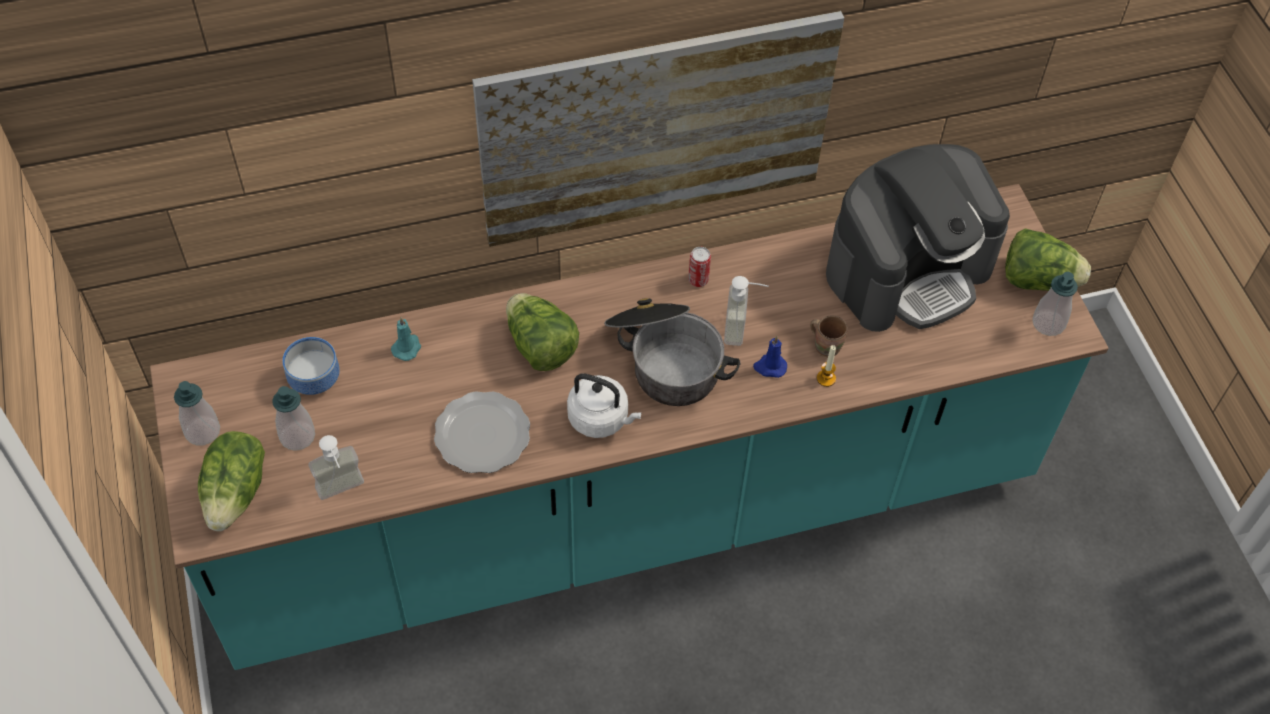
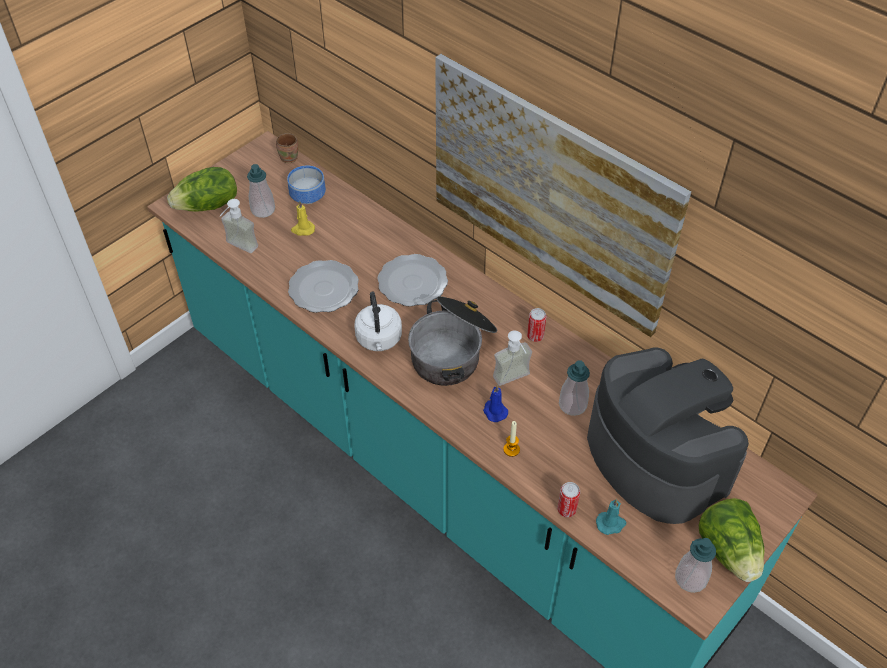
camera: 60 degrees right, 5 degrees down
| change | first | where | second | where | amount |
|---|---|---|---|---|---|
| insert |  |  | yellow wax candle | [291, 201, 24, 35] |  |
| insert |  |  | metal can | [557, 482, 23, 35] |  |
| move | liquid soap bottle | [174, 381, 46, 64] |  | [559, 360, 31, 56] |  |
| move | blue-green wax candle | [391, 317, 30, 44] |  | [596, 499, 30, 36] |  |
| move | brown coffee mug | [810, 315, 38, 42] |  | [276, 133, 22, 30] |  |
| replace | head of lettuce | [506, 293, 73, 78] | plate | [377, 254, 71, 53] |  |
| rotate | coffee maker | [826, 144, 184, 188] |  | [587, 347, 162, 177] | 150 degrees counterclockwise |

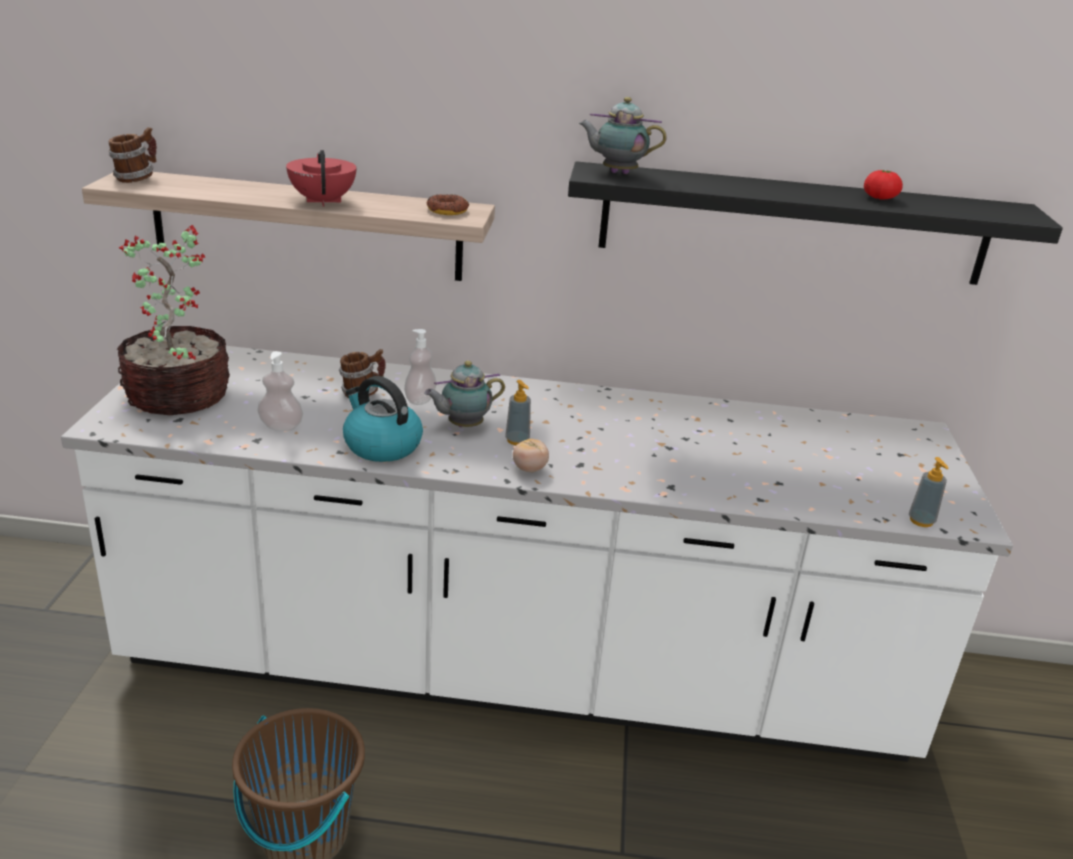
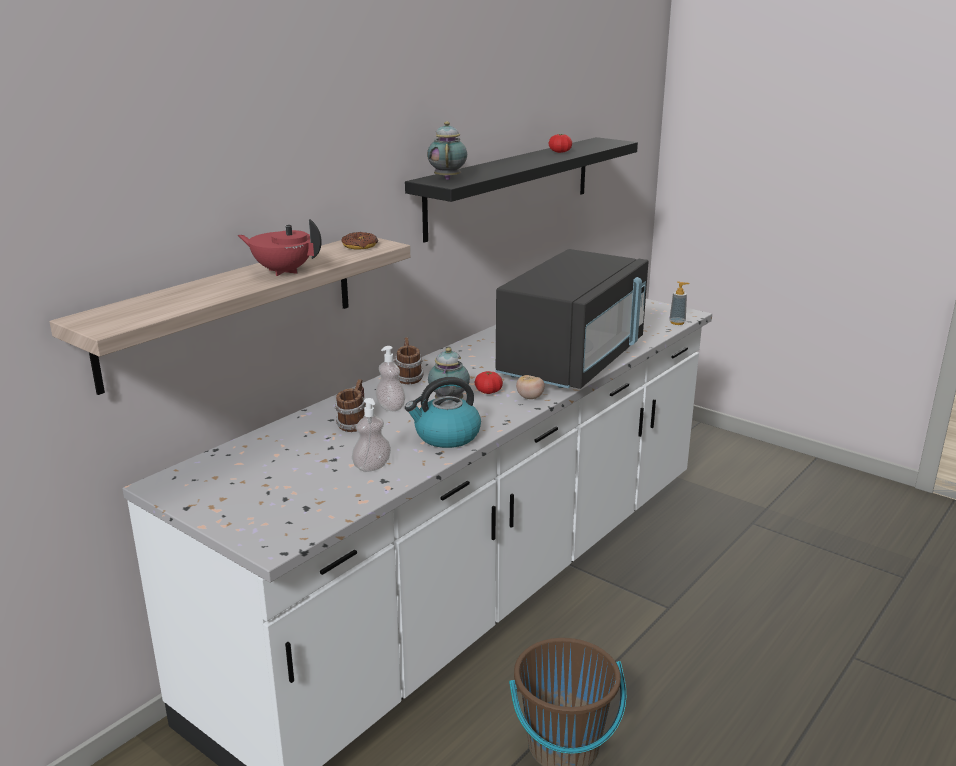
camera: 55 degrees left, 5 degrees down
| change | first | where | second | where | amount |
|---|---|---|---|---|---|
| delete | houseplant | [117, 225, 113, 190] |  |  |  |
| insert |  |  | blackish kitchen microwave | [495, 249, 154, 140] |  |
| move | coffee mug | [108, 127, 49, 56] |  | [394, 337, 30, 47] |  |
| replace | liquid soap bottle | [505, 380, 26, 65] | tomato | [475, 371, 28, 23] |  |
| rotate | pot for tea | [579, 97, 88, 77] |  | [427, 121, 40, 59] | 135 degrees clockwise |

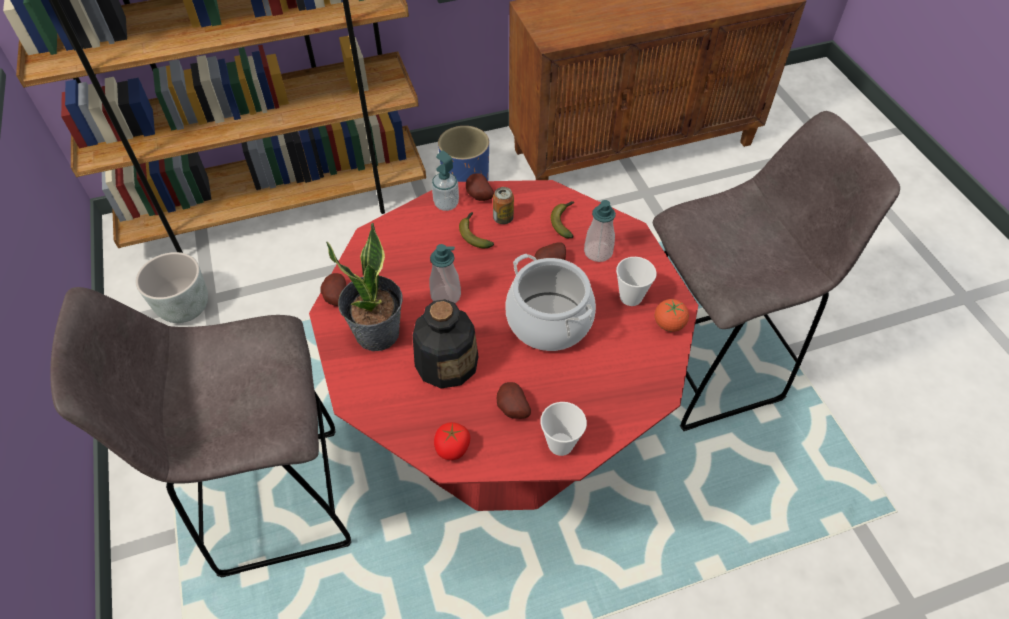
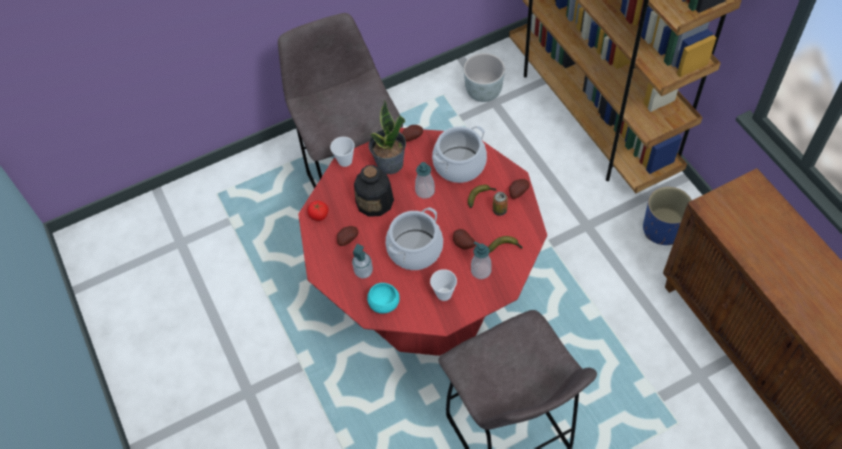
camera: 85 degrees right, 5 degrees up
| change | first | where | second | where | amount |
|---|---|---|---|---|---|
| delete | tomato | [655, 299, 34, 33] |  |  |  |
| insert |  |  | blue-green serving bowl | [367, 283, 33, 30] |  |
| insert |  |  | saucepot | [432, 126, 55, 57] |  |
| move | liquid soap bottle | [432, 151, 27, 60] |  | [352, 244, 21, 35] |  |
| move | small cup | [540, 402, 47, 54] |  | [330, 137, 25, 30] |  |

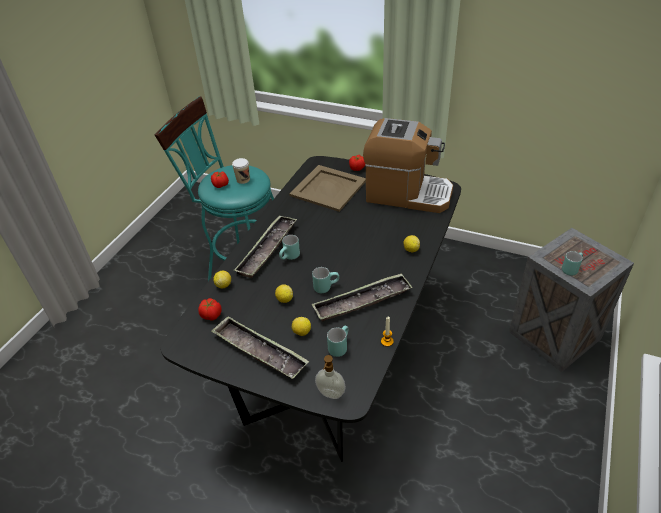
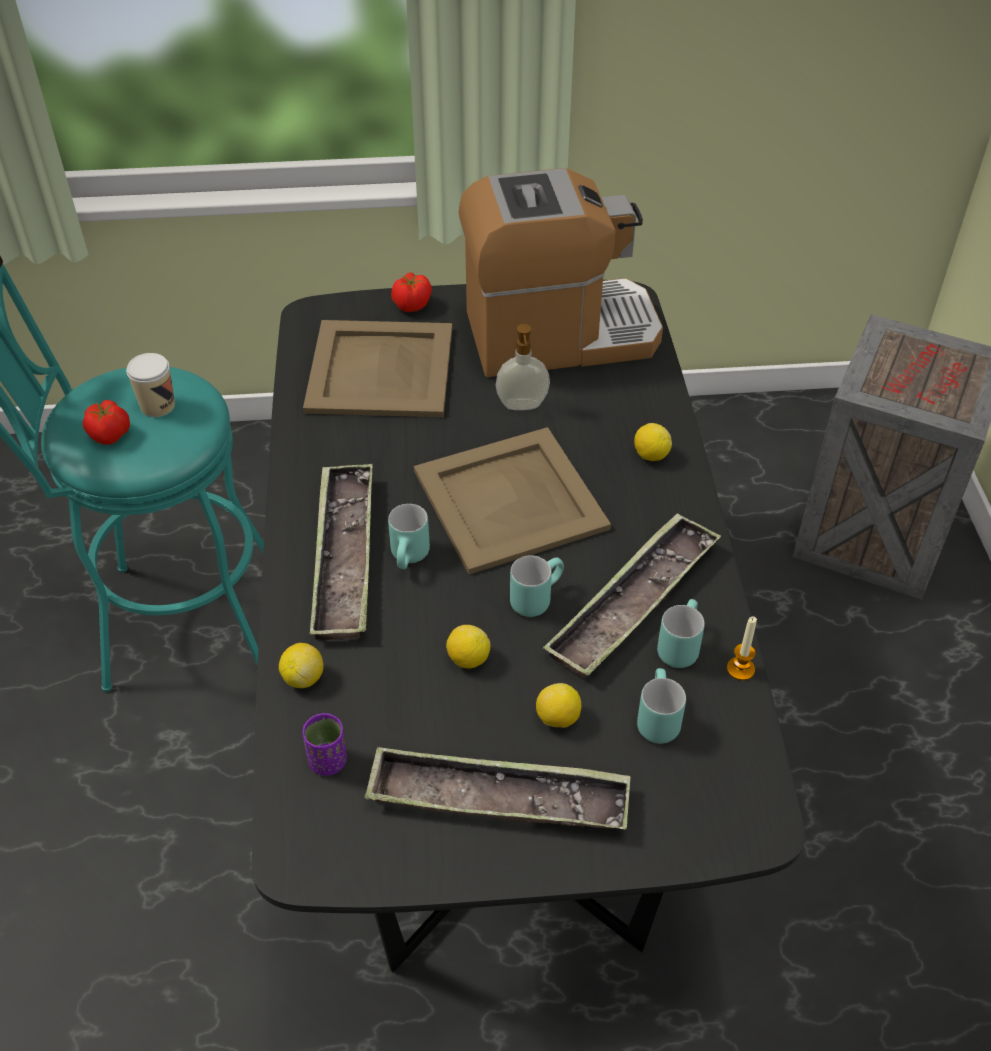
camera: 30 degrees left, 5 degrees up
| change | first | where | second | where | amount |
|---|---|---|---|---|---|
| insert |  |  | beige serving tray | [414, 427, 197, 148] |  |
| move | liquid soap bottle | [315, 355, 31, 44] |  | [496, 324, 54, 86] |  |
| move | blue-green coffee mug | [562, 251, 21, 25] |  | [657, 599, 48, 69] |  |
| replace | tomato | [198, 298, 24, 22] | purplish small cup | [303, 713, 44, 63] |  |

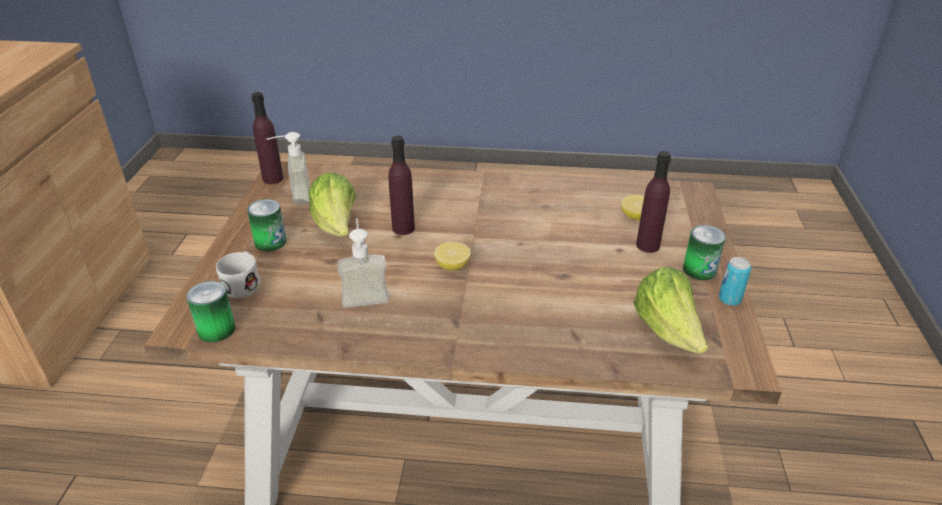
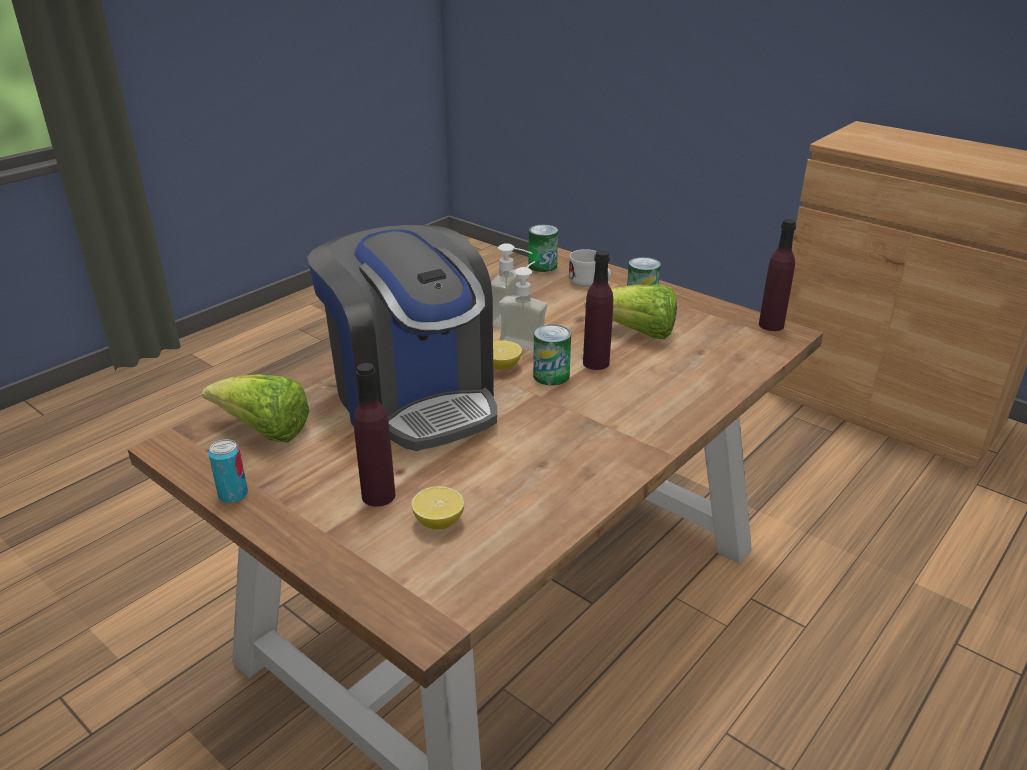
camera: 125 degrees right, 5 degrees down
| change | first | where | second | where | amount |
|---|---|---|---|---|---|
| insert |  |  | coffee maker | [307, 225, 190, 226] |  |
| move | liquid soap bottle | [267, 132, 43, 73] |  | [499, 261, 48, 90] |  |
| move | metal can | [683, 225, 43, 55] |  | [533, 325, 38, 61] |  |

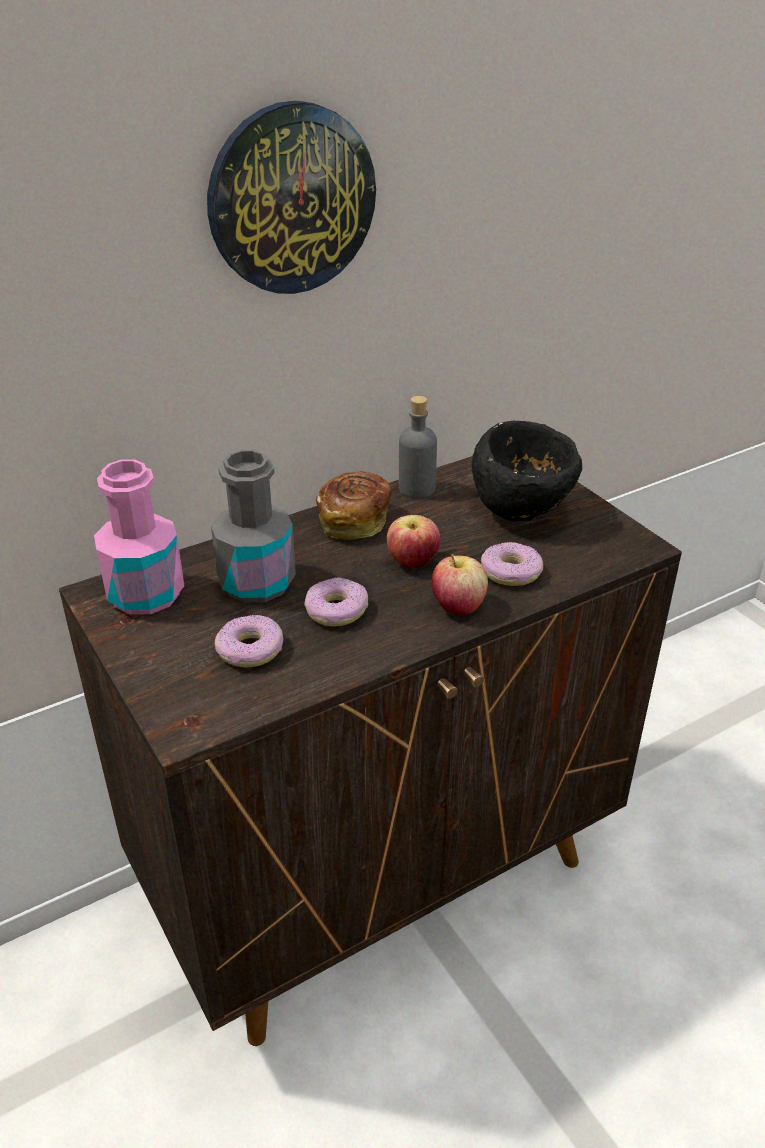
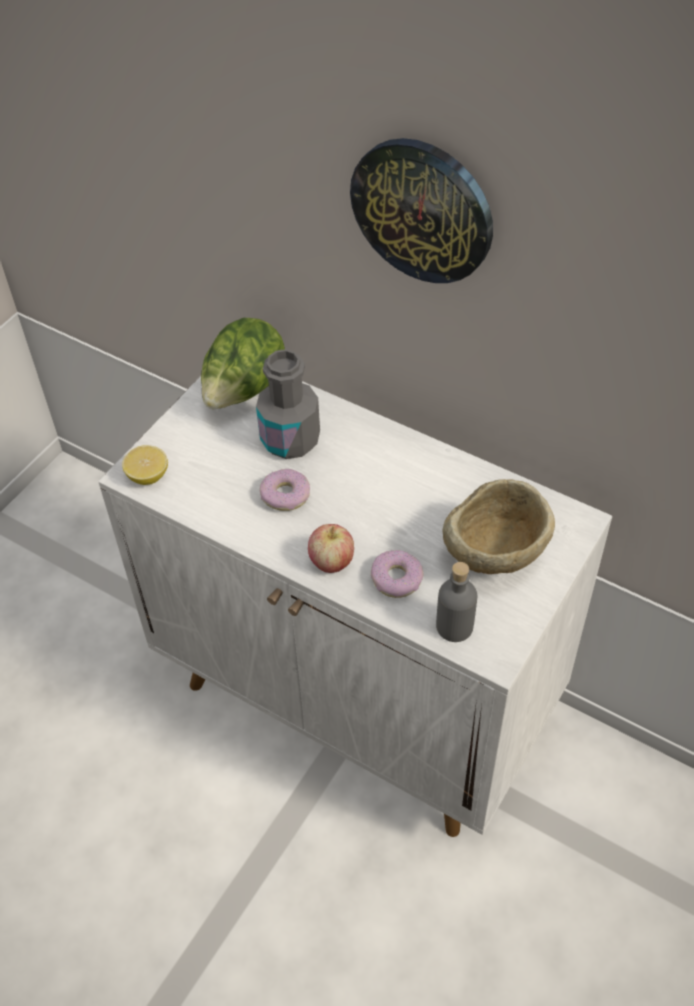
camera: 65 degrees right, 15 degrees up
| change | first | where | second | where | amount |
|---|---|---|---|---|---|
| delete | donut | [215, 615, 68, 53] |  |  |  |
| delete | bakery bread | [316, 471, 76, 69] |  |  |  |
| delete | apple | [387, 515, 53, 53] |  |  |  |
| insert |  |  | lemon | [122, 445, 46, 40] |  |
| move | greyish bottle | [399, 396, 38, 102] |  | [436, 562, 41, 80] |  |
| replace | pink bottle | [94, 460, 90, 154] | head of lettuce | [201, 318, 84, 91] |  |
| recolor | brown cupboard | [59, 456, 623, 590] | white-coloured cupboard | [98, 376, 514, 461] |  |
| recolor | blackish serving bowl | [472, 421, 110, 101] | beige serving bowl | [442, 479, 113, 95] |  |

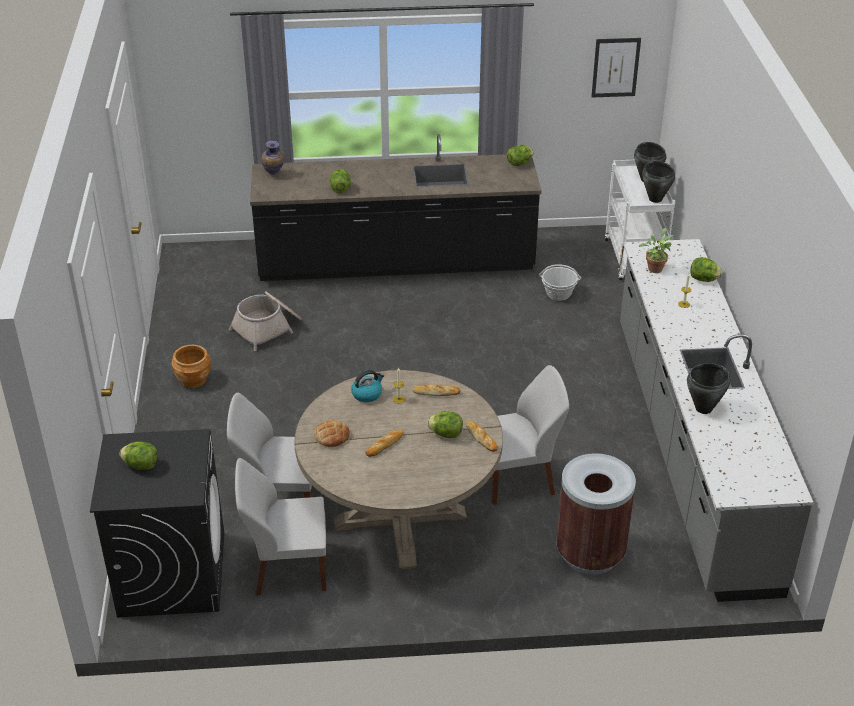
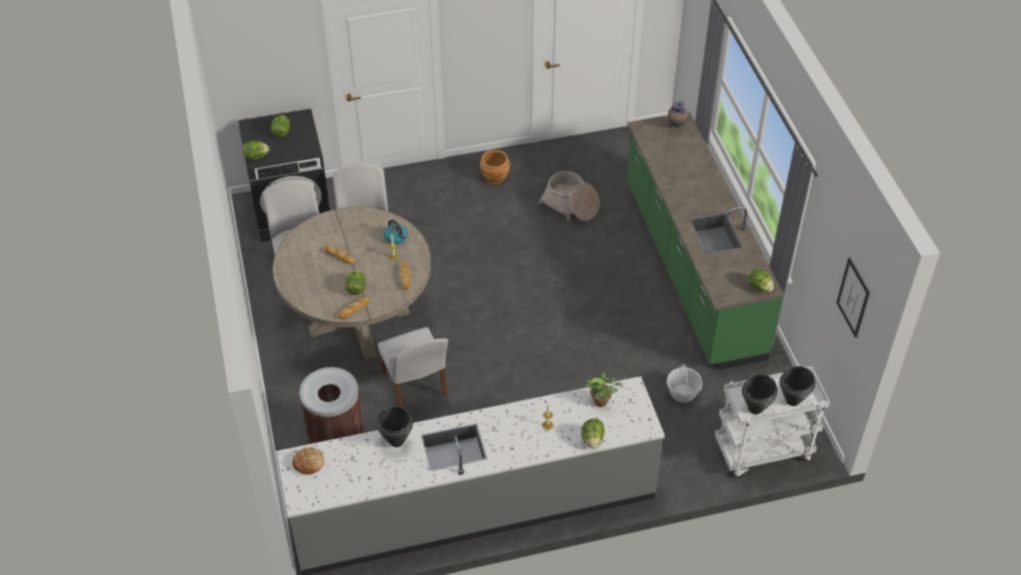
camera: 80 degrees right, 10 degrees up
| change | first | where | second | where | amount |
|---|---|---|---|---|---|
| move | bakery bread | [314, 419, 36, 28] |  | [292, 447, 33, 28] |  |
| move | head of lettuce | [330, 169, 21, 24] |  | [243, 141, 26, 19] |  |
| recolor | blackish counter | [250, 134, 292, 147] | green-coloured counter | [627, 111, 157, 259] |  |

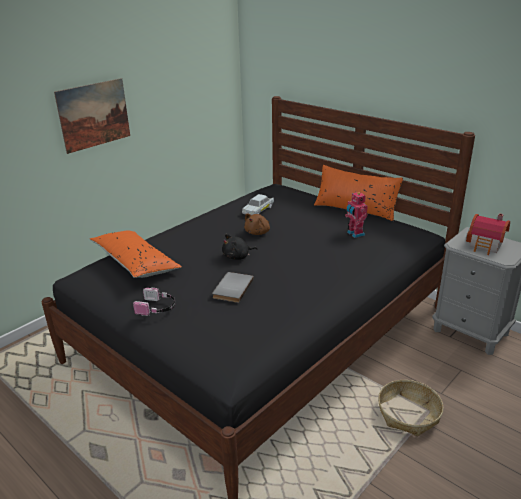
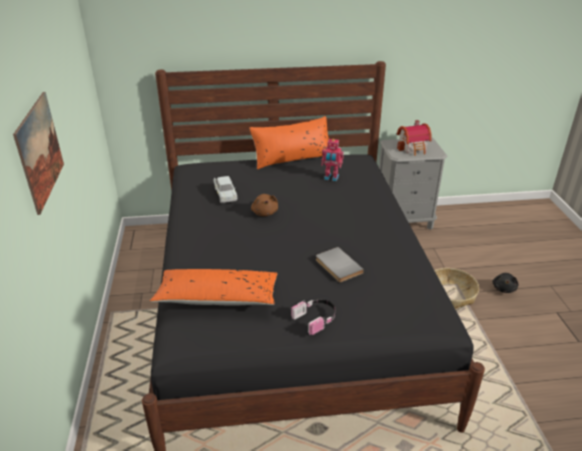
camera: 50 degrees left, 5 degrees up
| change | first | where | second | where | amount |
|---|---|---|---|---|---|
| move | blackish cuddly toy | [222, 234, 36, 26] |  | [492, 273, 26, 20] |  |

